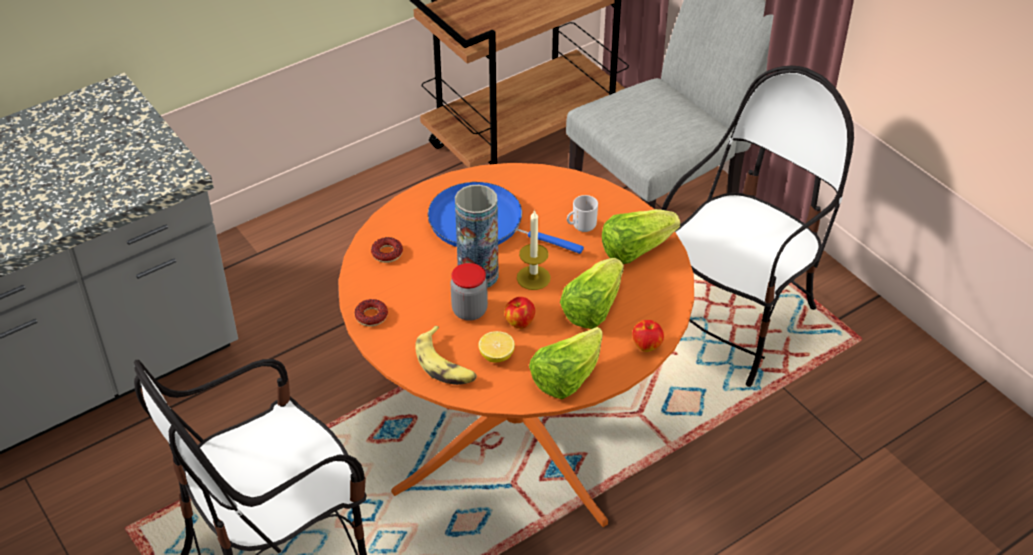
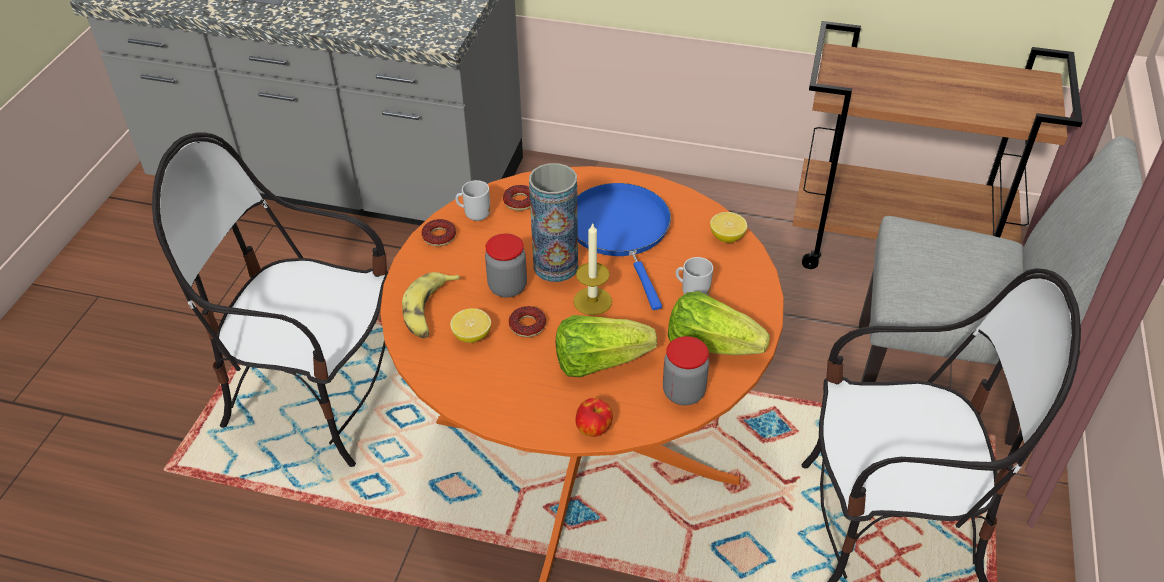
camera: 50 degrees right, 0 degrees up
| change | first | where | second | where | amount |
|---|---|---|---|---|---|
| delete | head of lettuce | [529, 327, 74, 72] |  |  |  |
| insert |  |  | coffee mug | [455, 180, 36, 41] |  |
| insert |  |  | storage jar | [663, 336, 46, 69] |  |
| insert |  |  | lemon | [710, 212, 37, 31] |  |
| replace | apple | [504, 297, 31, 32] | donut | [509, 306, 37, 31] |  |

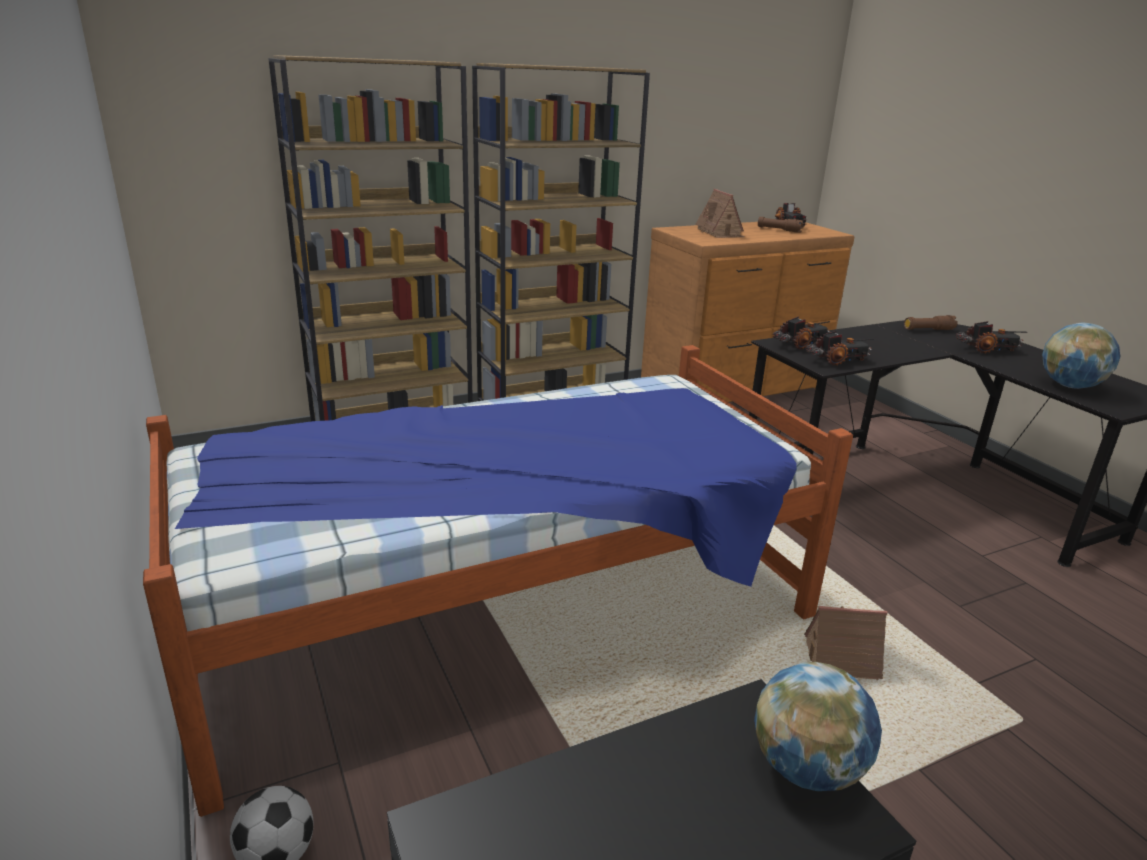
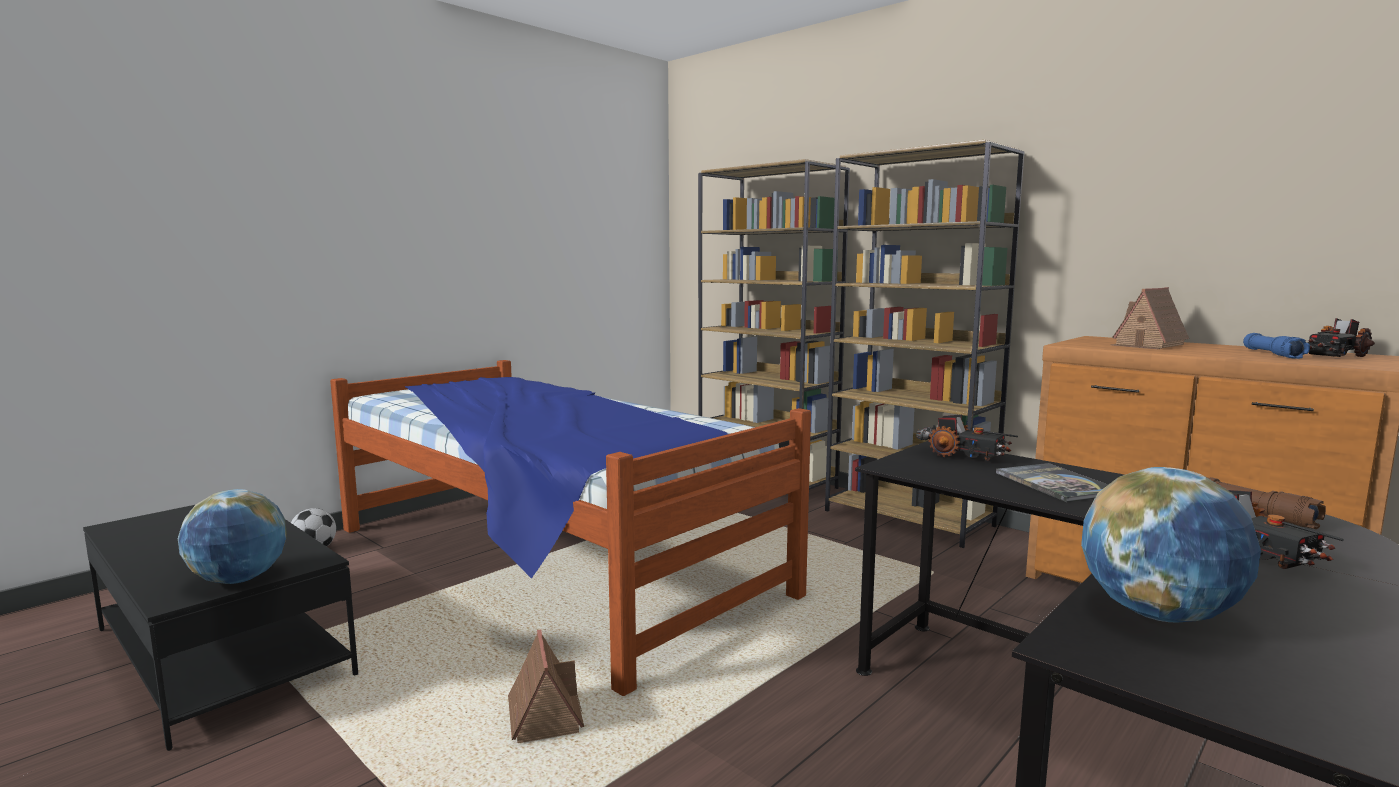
camera: 70 degrees right, 15 degrees down
| change | first | where | second | where | amount |
|---|---|---|---|---|---|
| delete | toy lorry | [806, 331, 68, 35] |  |  |  |
| insert |  |  | book | [996, 463, 112, 39] |  |
| recolor | brown hand torch | [758, 217, 45, 16] | blue-coloured hand torch | [1243, 333, 67, 26] |  |

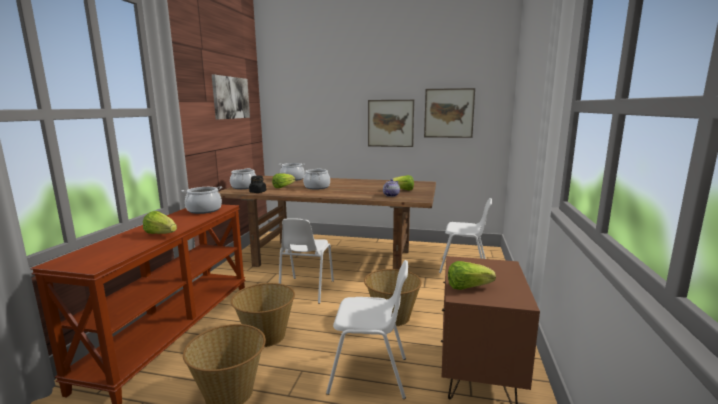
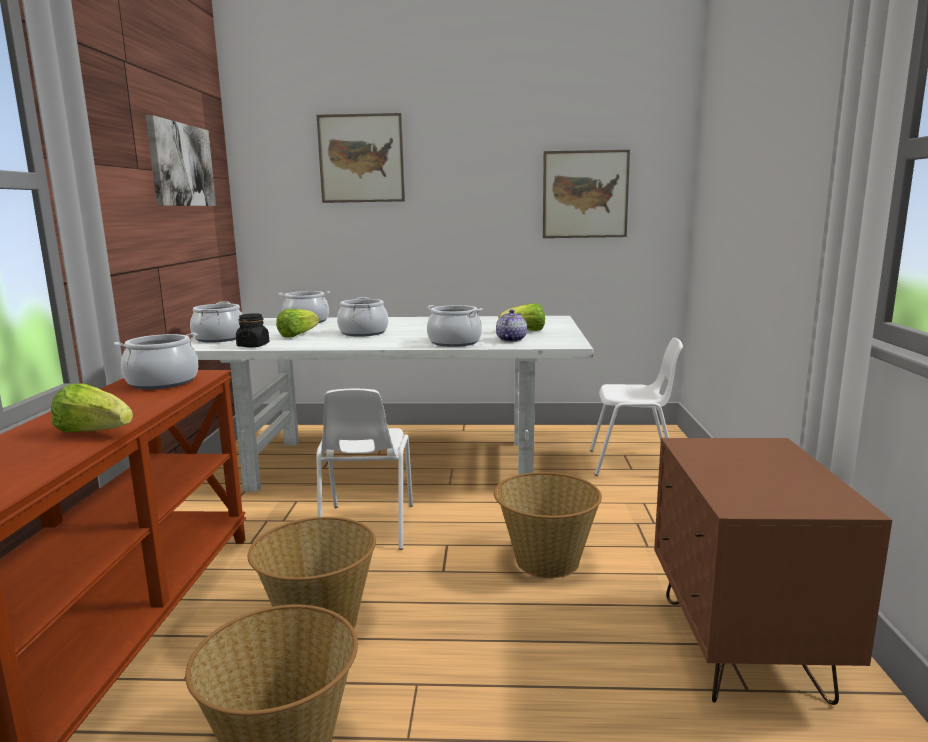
camera: 10 degrees left, 0 degrees up
| change | first | where | second | where | amount |
|---|---|---|---|---|---|
| delete | white-coloured chair | [326, 260, 82, 139] |  |  |  |
| delete | head of lettuce | [448, 261, 48, 29] |  |  |  |
| insert |  |  | saucepot | [427, 305, 55, 42] |  |
| move | wall art | [368, 100, 46, 47] |  | [316, 113, 89, 90] |  |
| recolor | brown kitchen table | [218, 176, 218, 93] | white-coloured kitchen table | [191, 316, 402, 176] |  |

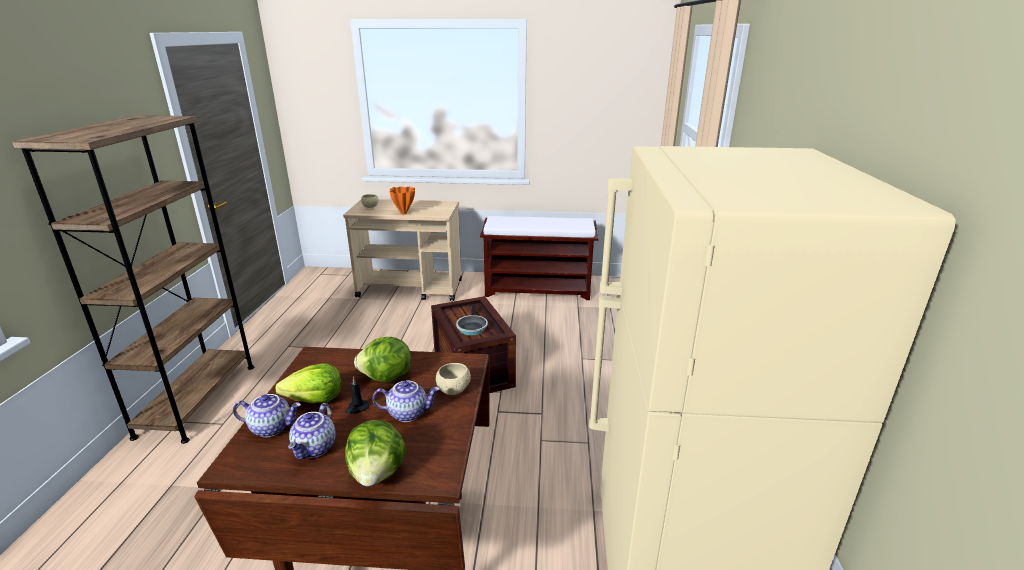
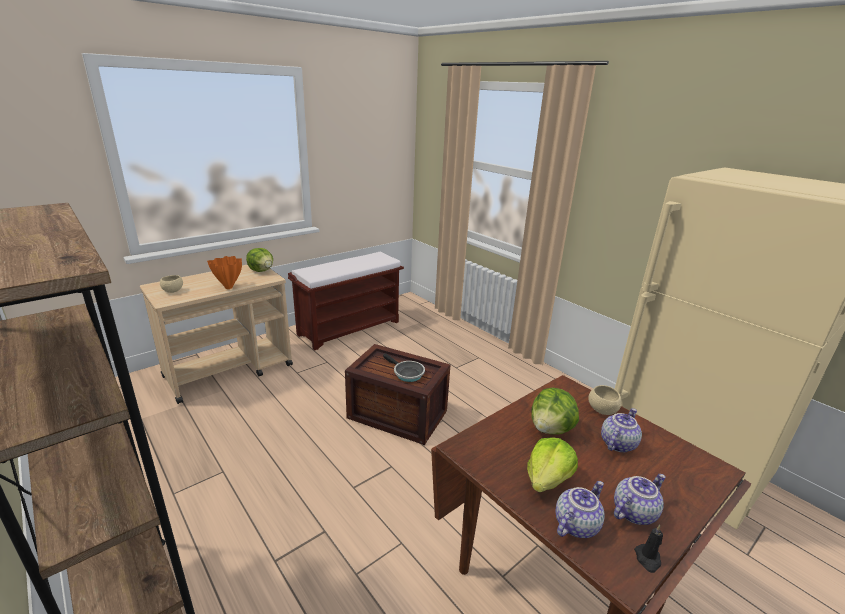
camera: 45 degrees left, 0 degrees up
| change | first | where | second | where | amount |
|---|---|---|---|---|---|
| move | blackish wax candle | [345, 376, 24, 38] |  | [634, 525, 29, 48] |  |
| move | head of lettuce | [345, 420, 61, 66] |  | [246, 248, 27, 24] |  |
| rotate | pot for tea | [288, 403, 48, 57] |  | [614, 474, 52, 51] | 90 degrees counterclockwise |

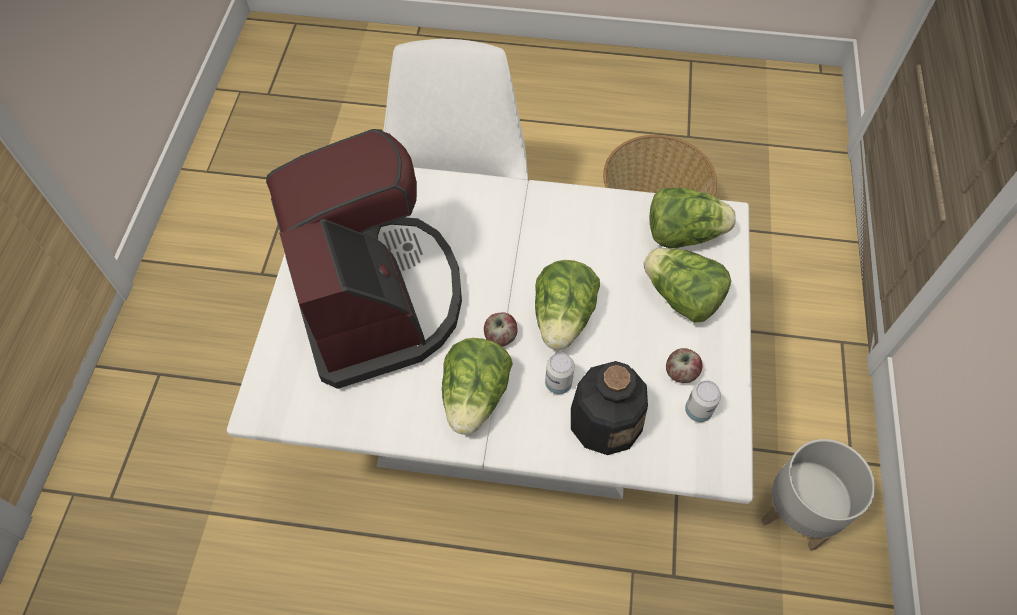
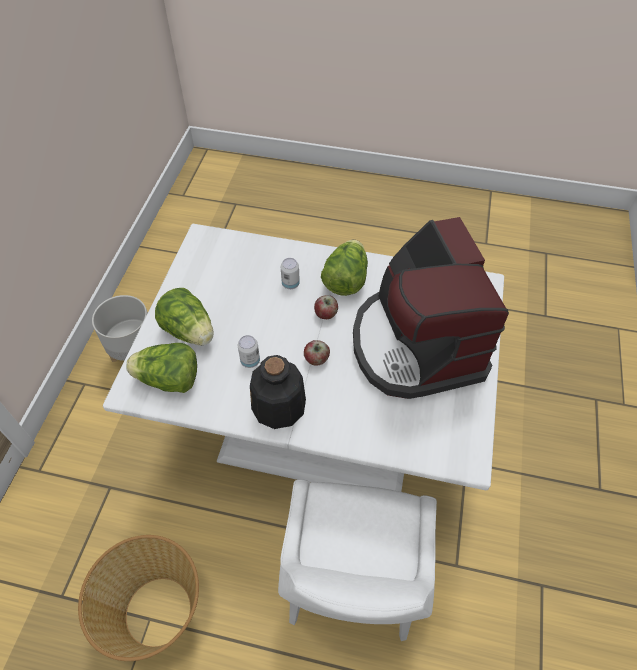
camera: 175 degrees left, 5 degrees down
| change | first | where | second | where | amount |
|---|---|---|---|---|---|
| delete | head of lettuce | [535, 260, 65, 90] |  |  |  |
| move | bottle | [571, 361, 77, 94] |  | [250, 355, 56, 74] |  |
| move | apple | [666, 348, 37, 35] |  | [304, 340, 26, 26] |  |
| move | metal can | [685, 380, 36, 42] |  | [238, 335, 22, 33] |  |

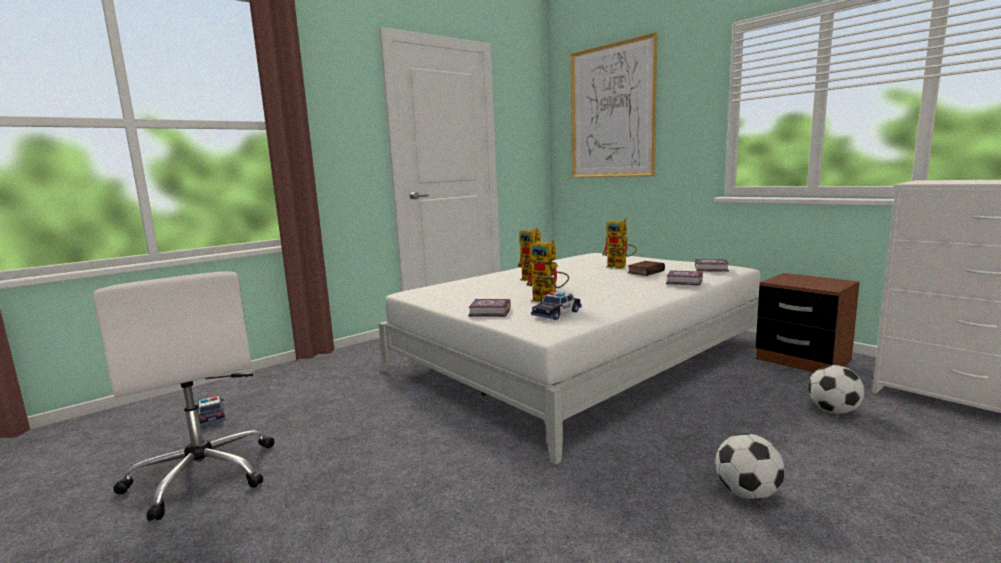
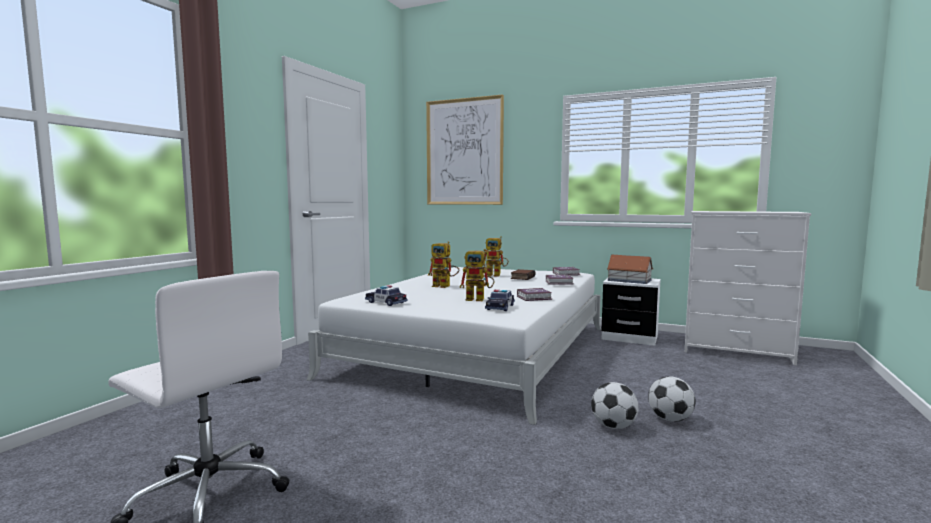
camera: 25 degrees left, 5 degrees down
| change | first | where | second | where | amount |
|---|---|---|---|---|---|
| insert |  |  | miniature house | [607, 255, 46, 29] |  |
| move | miniature car | [197, 396, 29, 31] |  | [365, 285, 42, 21] |  |
| move | book | [468, 299, 43, 18] |  | [517, 288, 35, 13] |  |
| move | ball for football | [808, 365, 57, 49] |  | [591, 382, 48, 47] |  |
| recolor | brown bedside table | [756, 273, 104, 100] | white-coloured bedside table | [602, 278, 59, 68] |  |

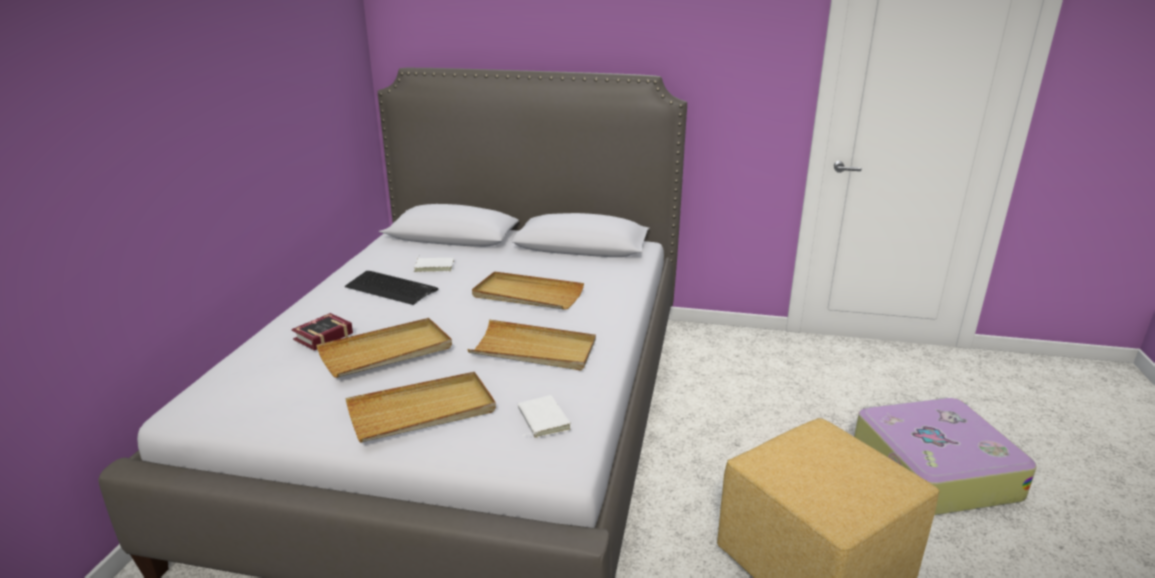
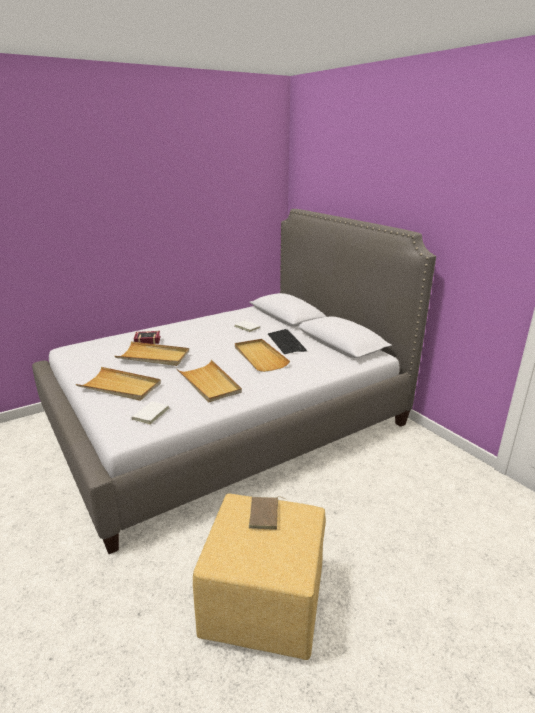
camera: 45 degrees right, 0 degrees up
| change | first | where | second | where | amount |
|---|---|---|---|---|---|
| delete | piece of luggage | [854, 397, 183, 118] |  |  |  |
| insert |  |  | brown book | [249, 496, 37, 34] |  |
| move | computer keyboard | [345, 271, 94, 34] |  | [268, 329, 39, 25] |  |

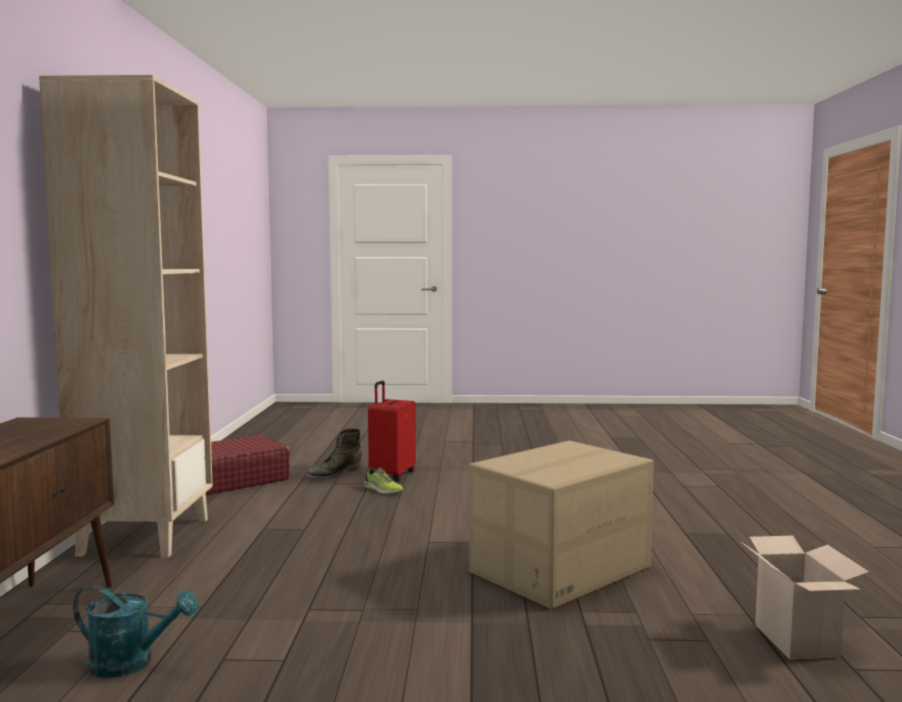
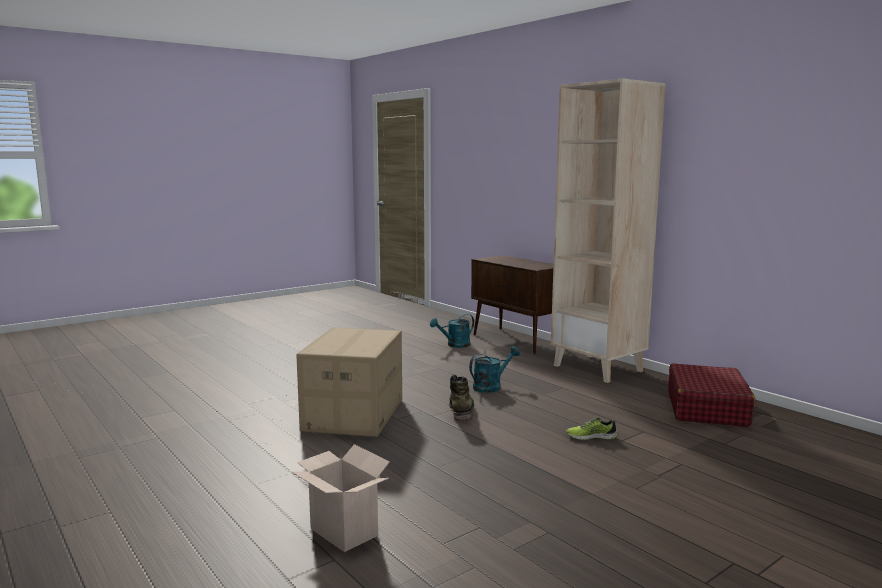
camera: 140 degrees right, 5 degrees up
| change | first | where | second | where | amount |
|---|---|---|---|---|---|
| delete | red piece of luggage | [368, 381, 48, 100] |  |  |  |
| insert |  |  | blue-green watering pot | [469, 346, 51, 47] |  |
| move | green-coloured boot | [305, 428, 57, 51] |  | [449, 374, 25, 47] |  |
| move | packing box | [740, 536, 129, 124] |  | [292, 444, 97, 108] |  |

